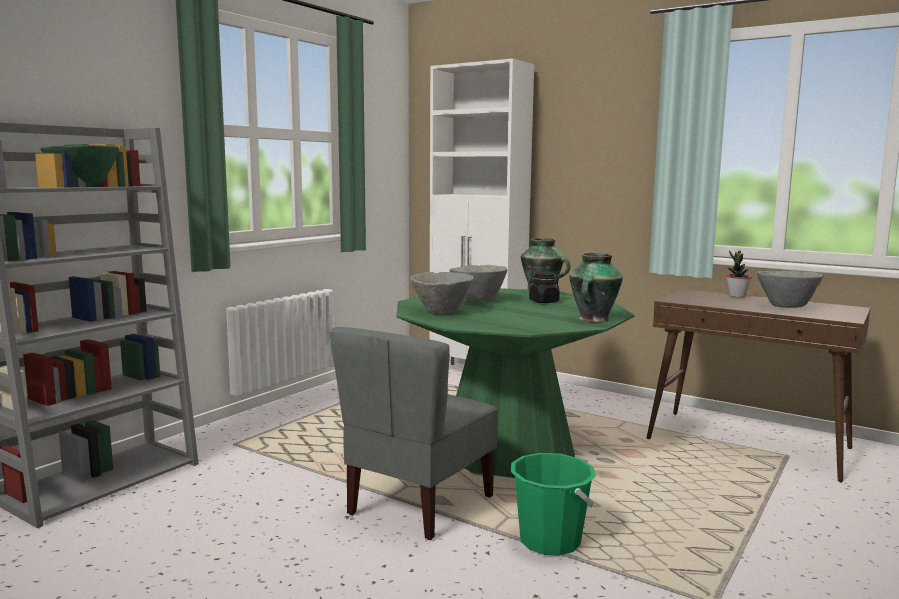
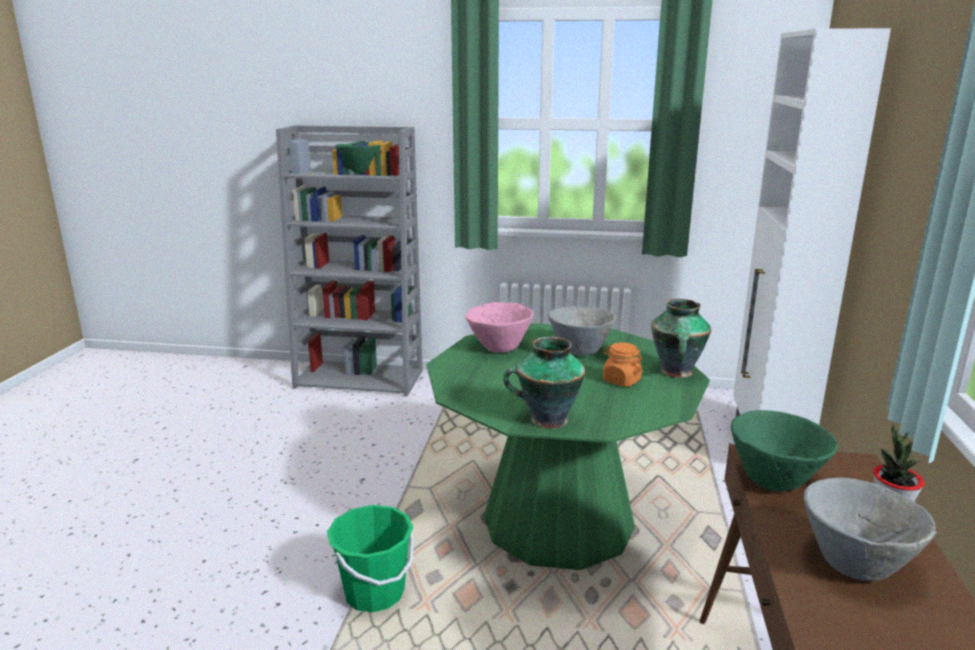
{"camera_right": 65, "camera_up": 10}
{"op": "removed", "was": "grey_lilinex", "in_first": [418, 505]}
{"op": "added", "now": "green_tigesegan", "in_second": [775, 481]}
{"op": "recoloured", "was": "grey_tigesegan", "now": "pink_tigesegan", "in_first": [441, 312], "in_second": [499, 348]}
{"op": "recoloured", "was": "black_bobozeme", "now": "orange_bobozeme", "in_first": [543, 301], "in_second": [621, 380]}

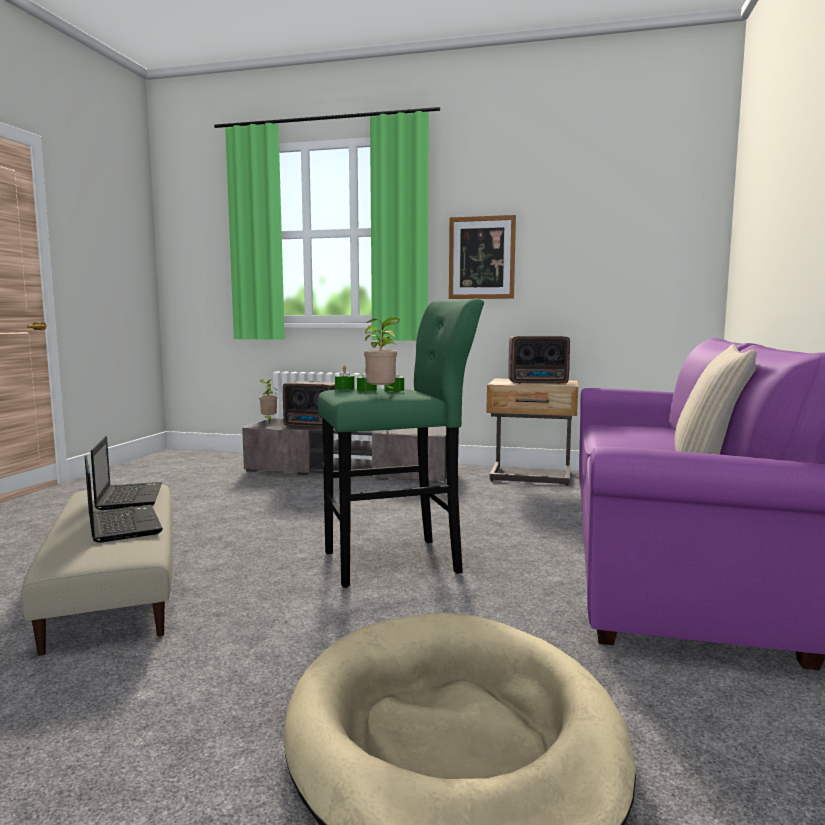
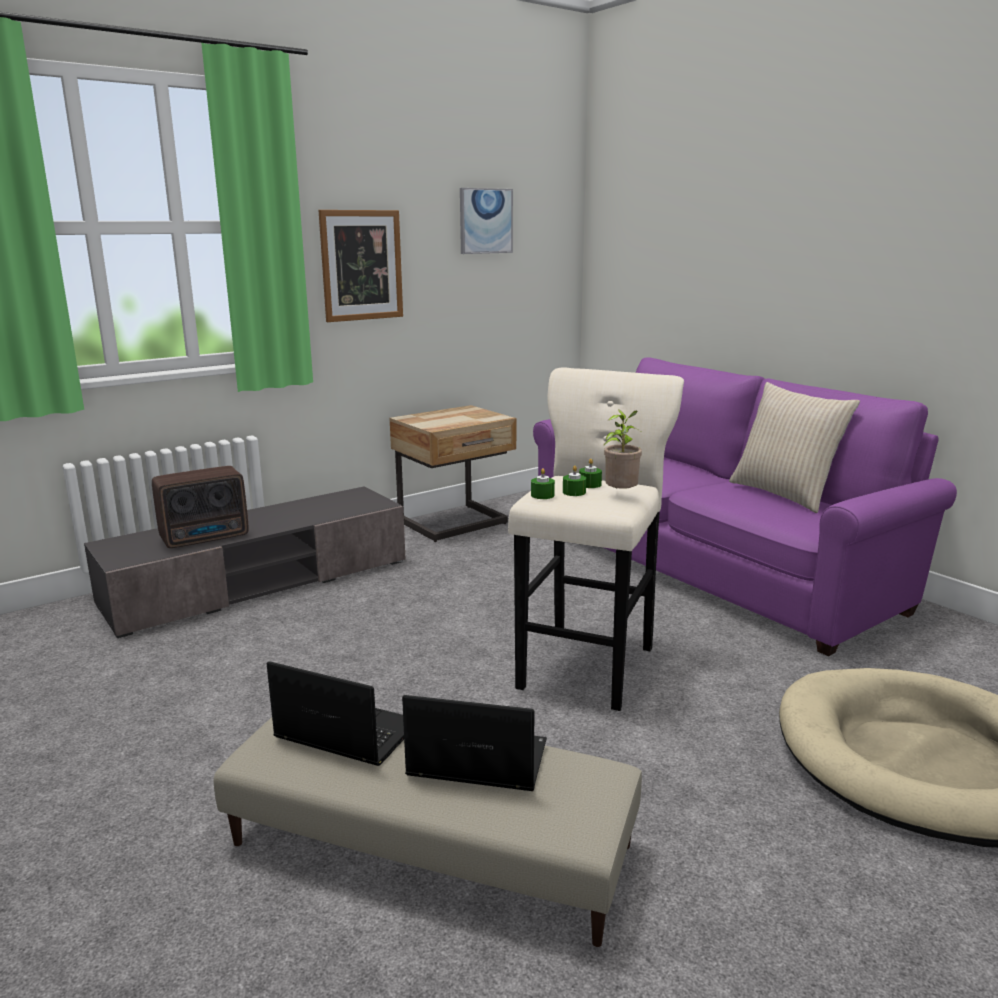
{"camera_right": -50, "camera_up": 10}
{"op": "removed", "was": "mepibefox", "in_first": [268, 420]}
{"op": "removed", "was": "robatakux", "in_first": [539, 383]}
{"op": "added", "now": "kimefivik", "in_second": [485, 221]}
{"op": "recoloured", "was": "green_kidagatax", "now": "beige_kidagatax", "in_first": [399, 561], "in_second": [589, 664]}

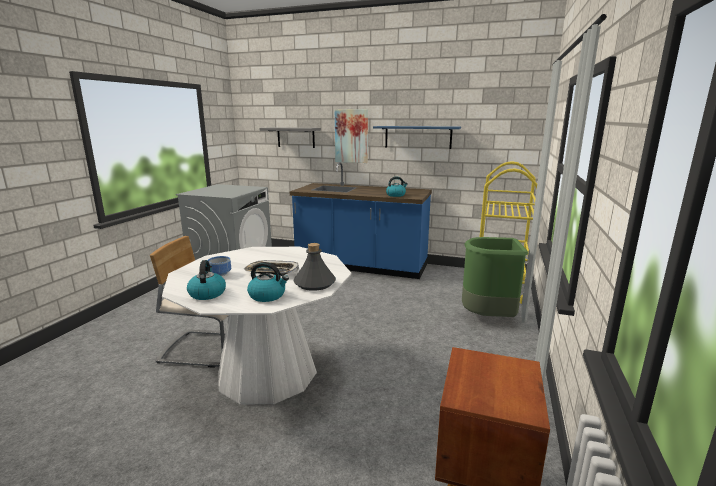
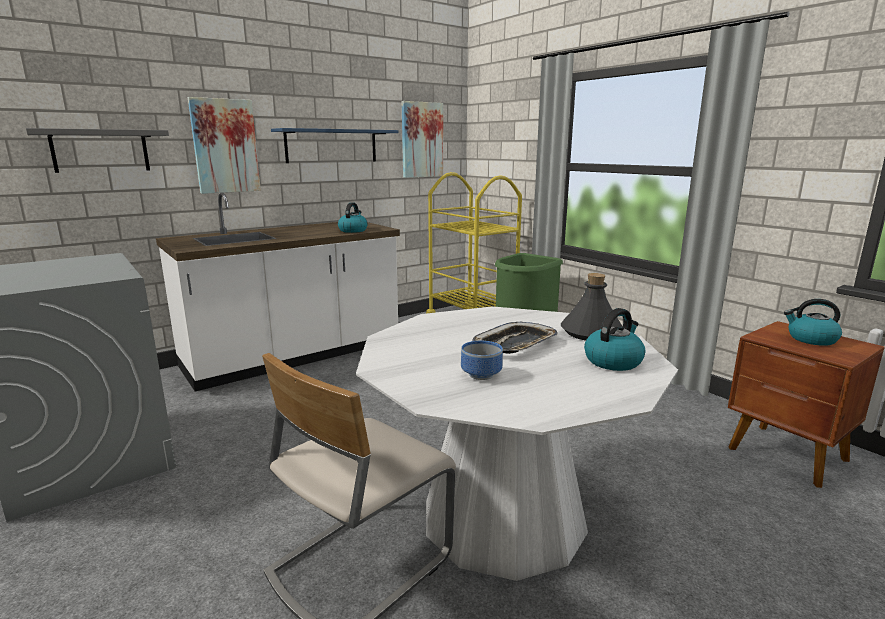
{"camera_right": -55, "camera_up": 0}
{"op": "added", "now": "kimefivik", "in_second": [422, 140]}
{"op": "moved", "was": "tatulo", "in_first": [207, 293], "in_second": [811, 339]}
{"op": "recoloured", "was": "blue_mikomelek", "now": "white_mikomelek", "in_first": [361, 266], "in_second": [294, 356]}

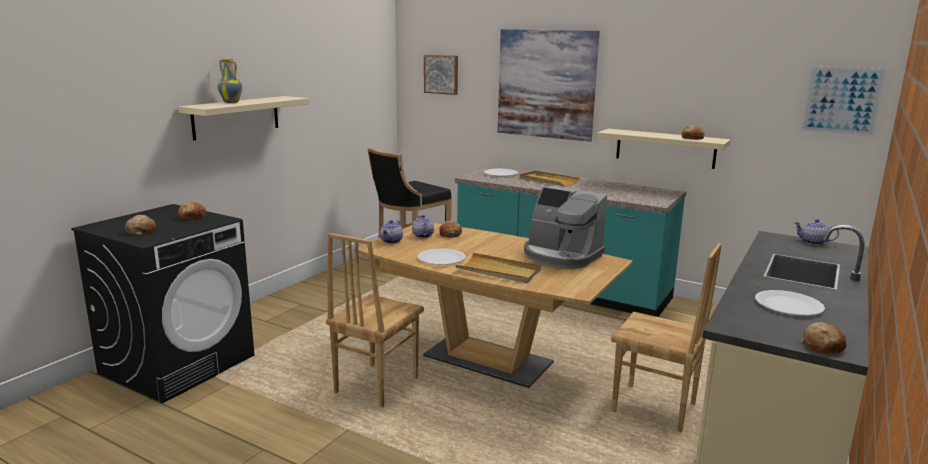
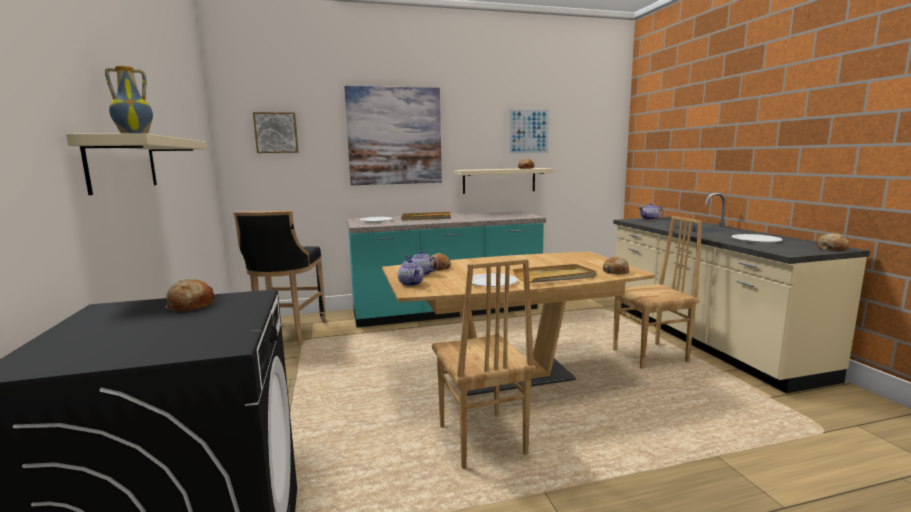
{"camera_right": -45, "camera_up": -5}
{"op": "removed", "was": "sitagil", "in_first": [561, 256]}
{"op": "moved", "was": "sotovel", "in_first": [141, 231], "in_second": [616, 271]}
{"op": "moved", "was": "kimefivik", "in_first": [842, 101], "in_second": [528, 131]}

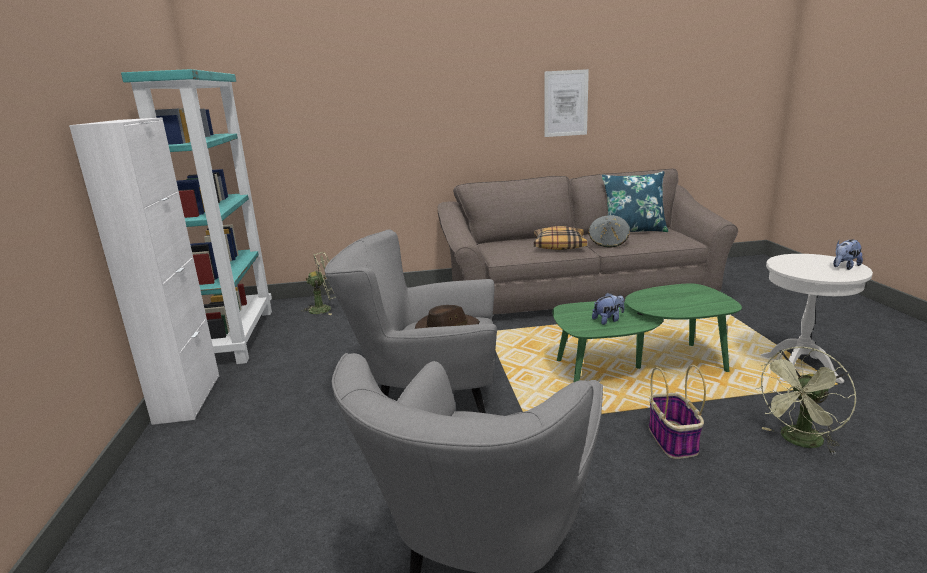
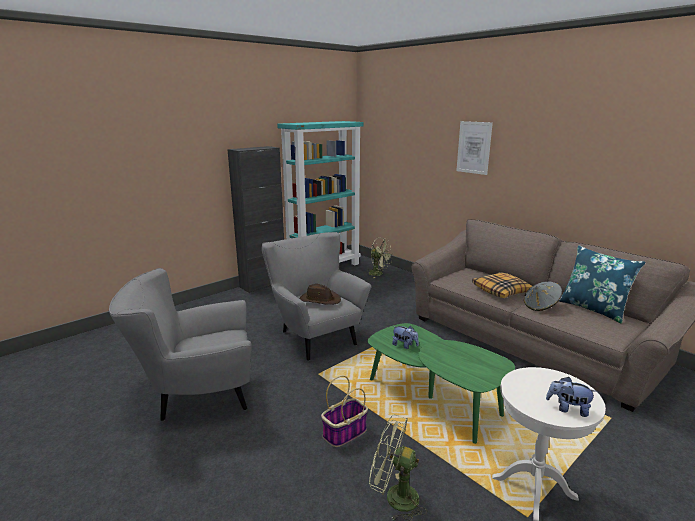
{"camera_right": 55, "camera_up": 0}
{"op": "moved", "was": "kimefivik", "in_first": [565, 103], "in_second": [474, 147]}
{"op": "recoloured", "was": "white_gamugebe", "now": "black_gamugebe", "in_first": [188, 398], "in_second": [263, 284]}

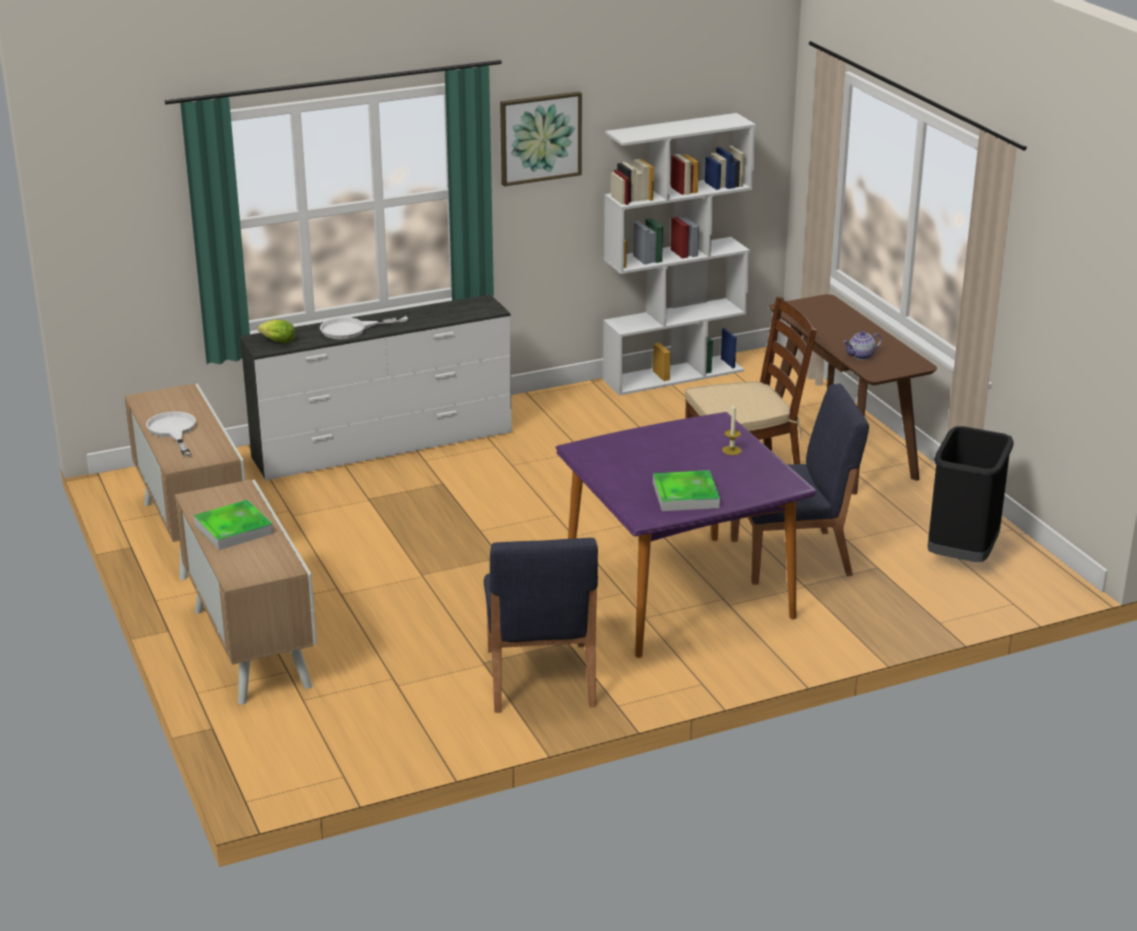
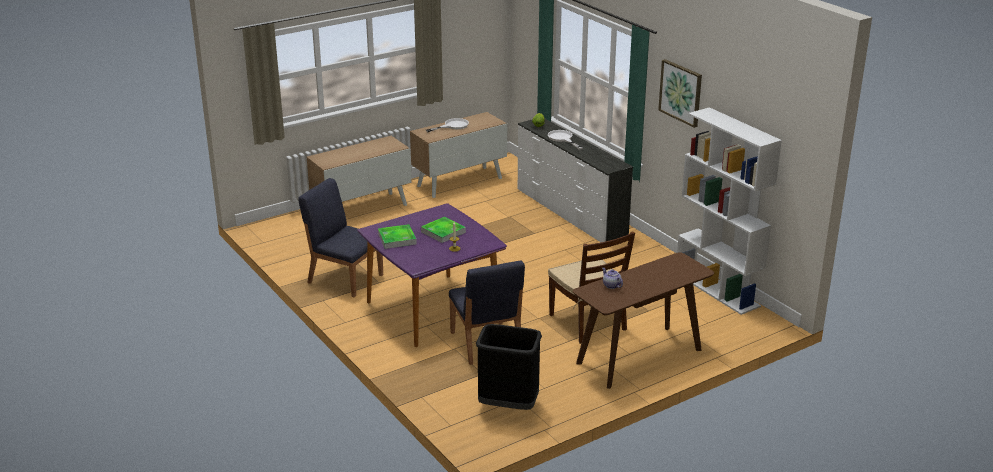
{"camera_right": 80, "camera_up": 0}
{"op": "moved", "was": "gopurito", "in_first": [233, 529], "in_second": [443, 232]}
{"op": "turned", "was": "blue_lilinex", "in_first": [539, 678], "in_second": [345, 278], "clockwise": 45}

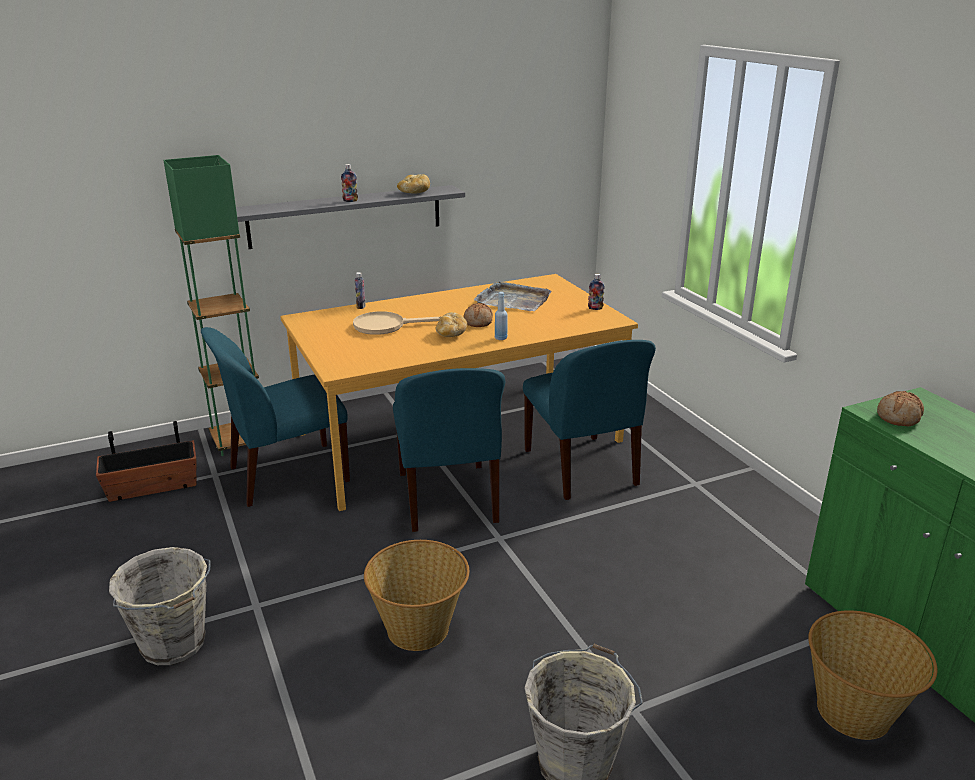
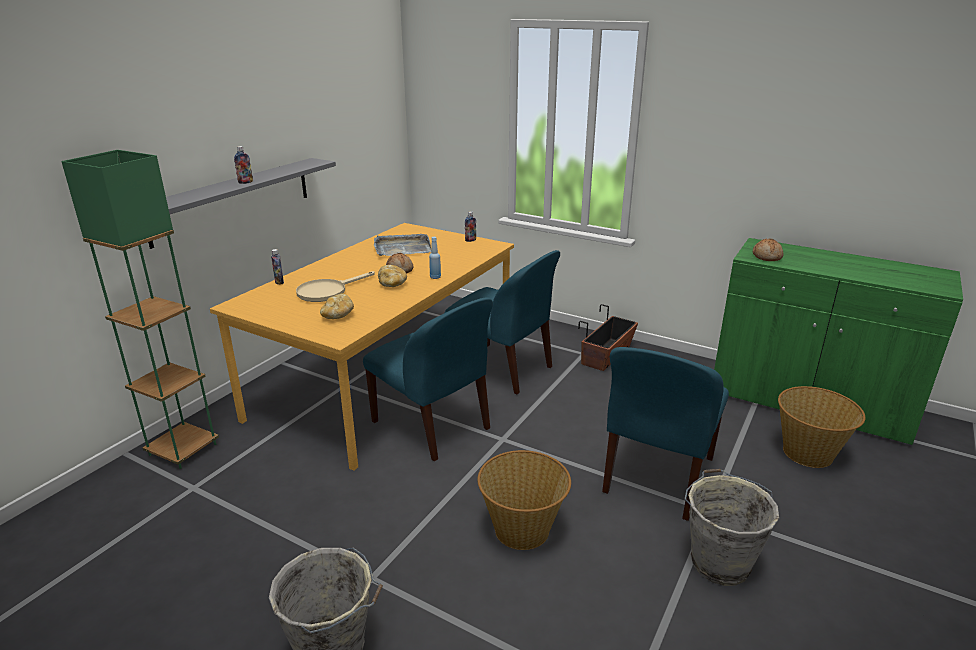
{"camera_right": -35, "camera_up": 0}
{"op": "moved", "was": "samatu", "in_first": [153, 486], "in_second": [607, 355]}
{"op": "moved", "was": "blue_lilinex", "in_first": [286, 475], "in_second": [657, 477]}
{"op": "moved", "was": "sotovel", "in_first": [414, 193], "in_second": [338, 316]}

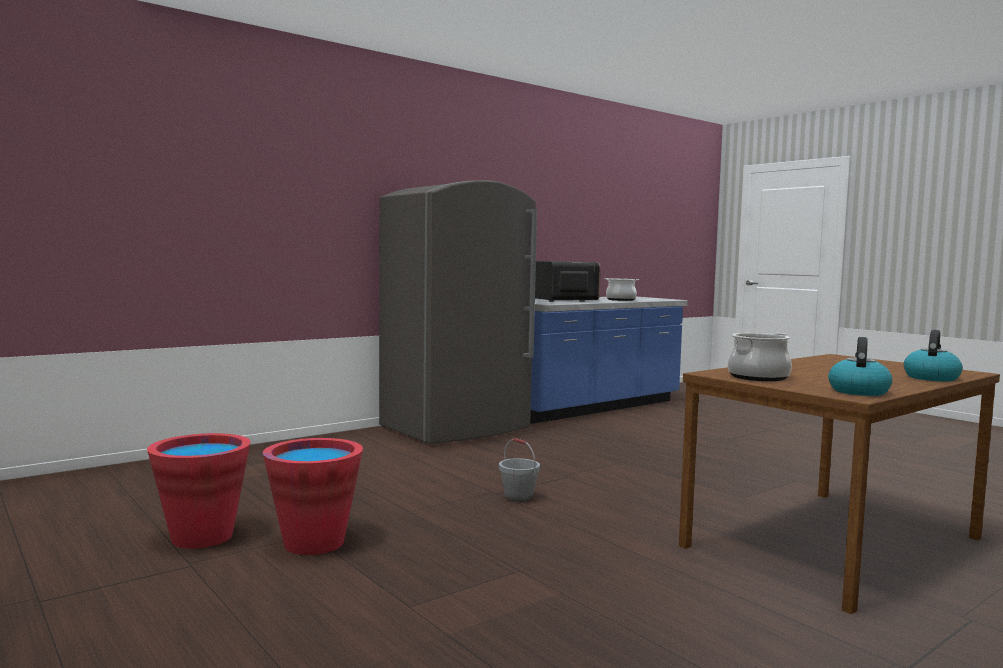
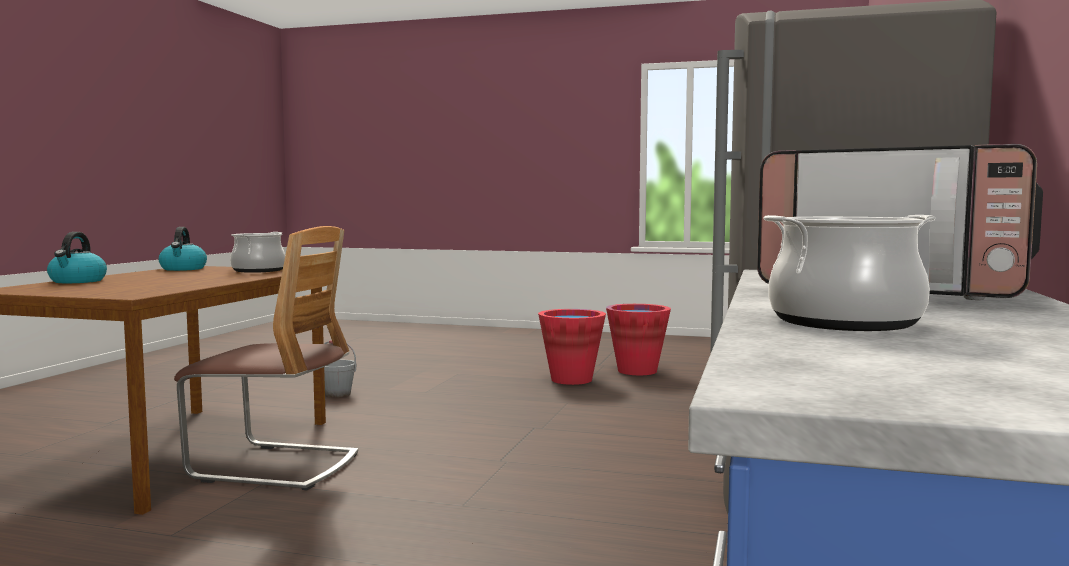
{"camera_right": 145, "camera_up": 0}
{"op": "added", "now": "lilinex", "in_second": [275, 466]}
{"op": "moved", "was": "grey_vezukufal", "in_first": [519, 497], "in_second": [337, 394]}

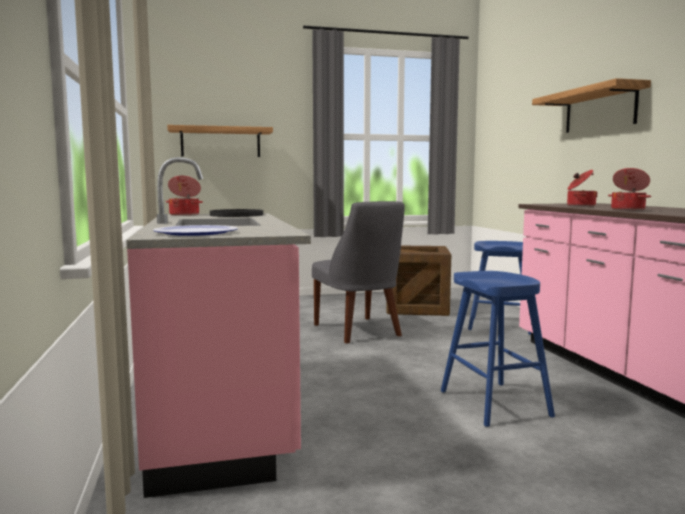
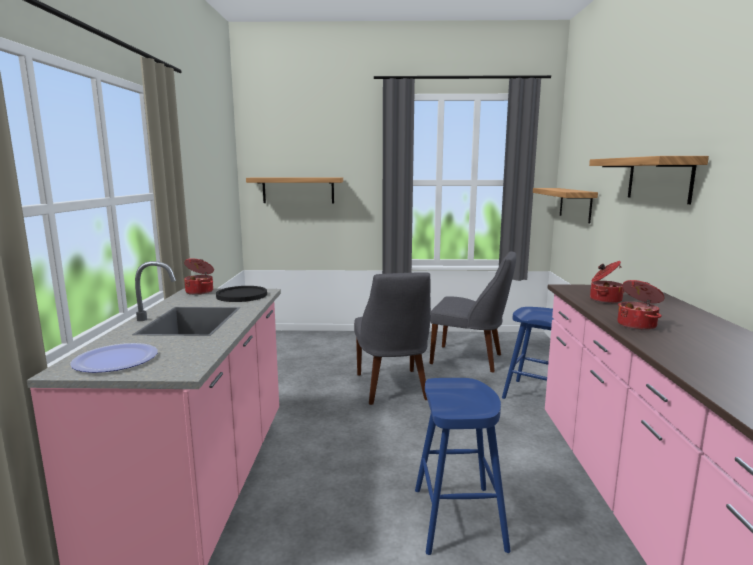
{"camera_right": 15, "camera_up": 5}
{"op": "added", "now": "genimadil", "in_second": [575, 204]}
{"op": "replaced", "was": "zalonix", "now": "grey_lilinex", "in_first": [417, 308], "in_second": [470, 359]}

